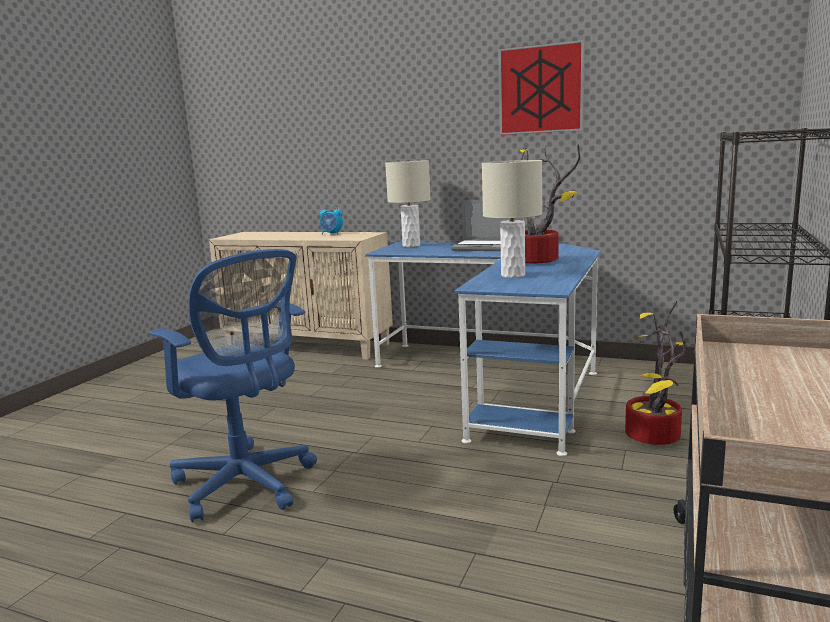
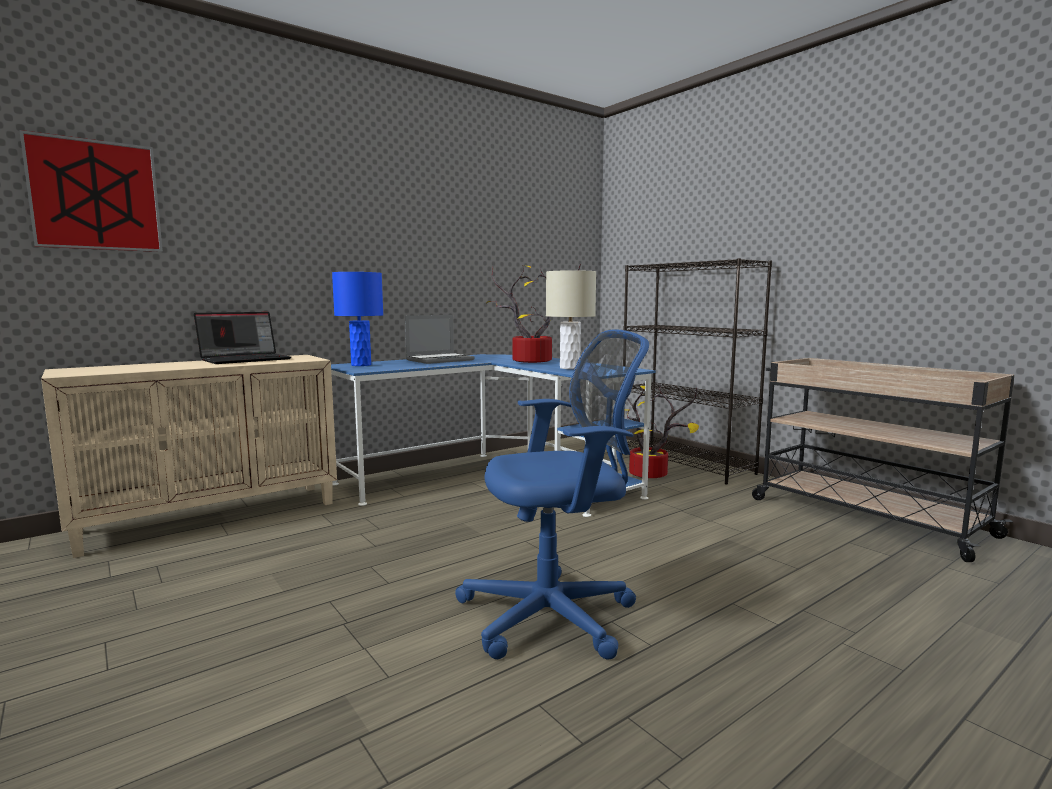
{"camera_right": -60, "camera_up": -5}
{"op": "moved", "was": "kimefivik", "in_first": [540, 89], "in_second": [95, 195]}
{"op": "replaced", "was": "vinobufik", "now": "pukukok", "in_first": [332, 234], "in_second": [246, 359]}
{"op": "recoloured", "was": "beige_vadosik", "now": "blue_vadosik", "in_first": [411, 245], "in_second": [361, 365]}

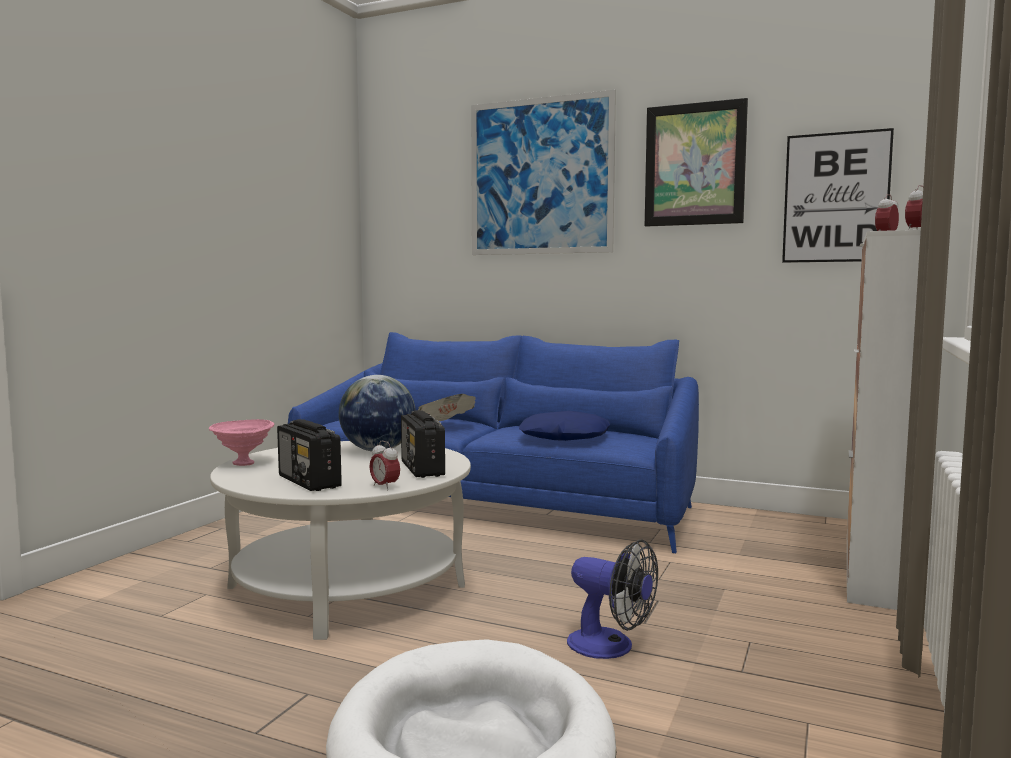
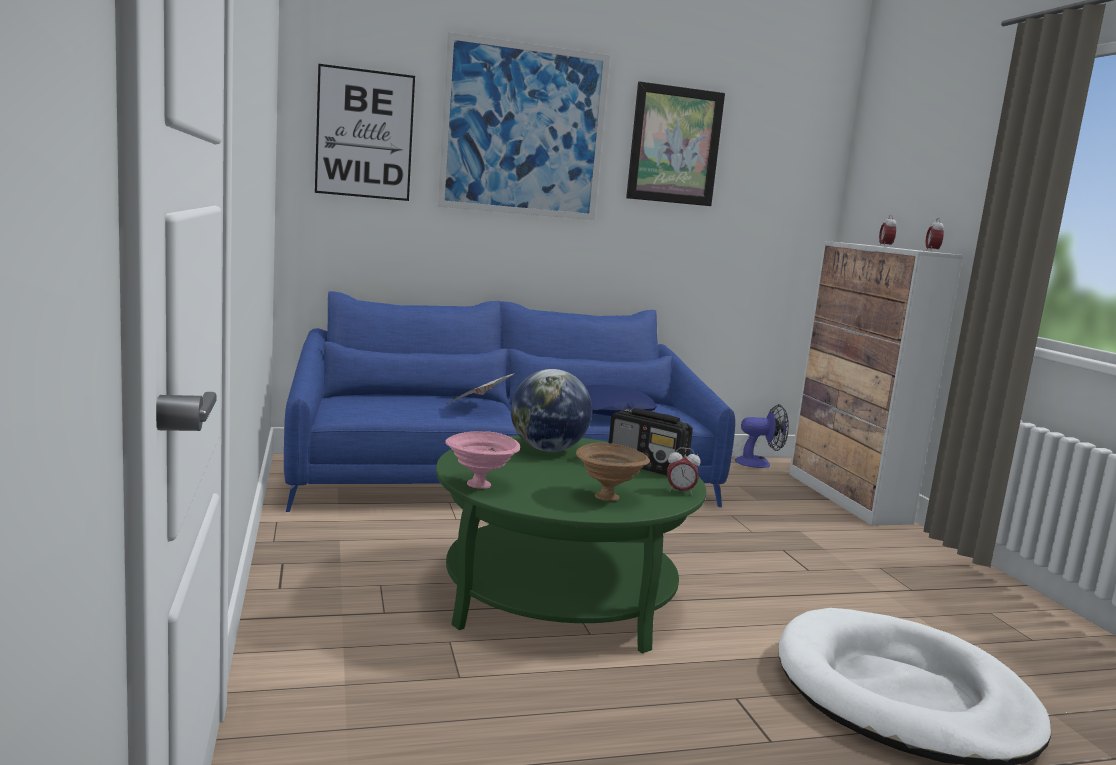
{"camera_right": -40, "camera_up": 5}
{"op": "moved", "was": "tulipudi", "in_first": [611, 647], "in_second": [759, 463]}
{"op": "moved", "was": "kimefivik", "in_first": [836, 197], "in_second": [364, 134]}
{"op": "replaced", "was": "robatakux", "now": "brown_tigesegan", "in_first": [309, 482], "in_second": [608, 497]}
{"op": "recoloured", "was": "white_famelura", "now": "green_famelura", "in_first": [348, 586], "in_second": [559, 596]}

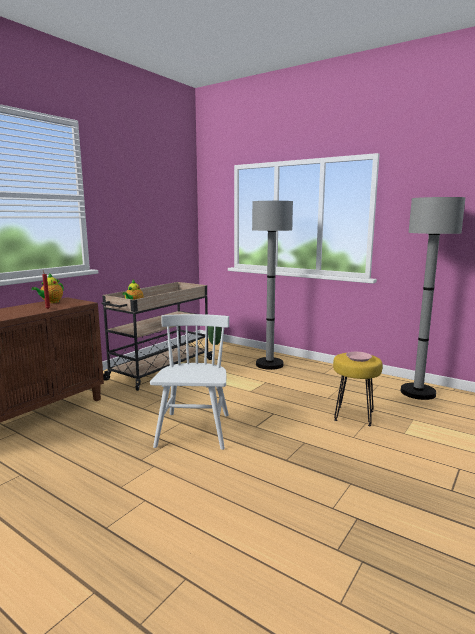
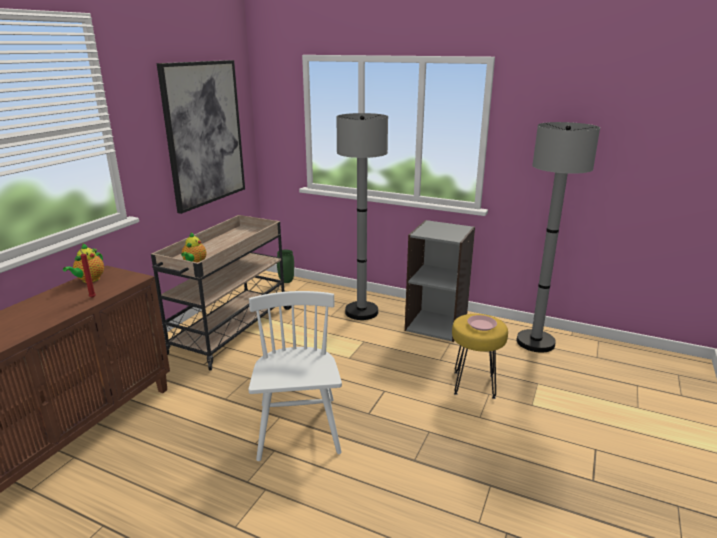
{"camera_right": -10, "camera_up": 10}
{"op": "added", "now": "kimefivik", "in_second": [204, 134]}
{"op": "added", "now": "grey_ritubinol", "in_second": [436, 324]}

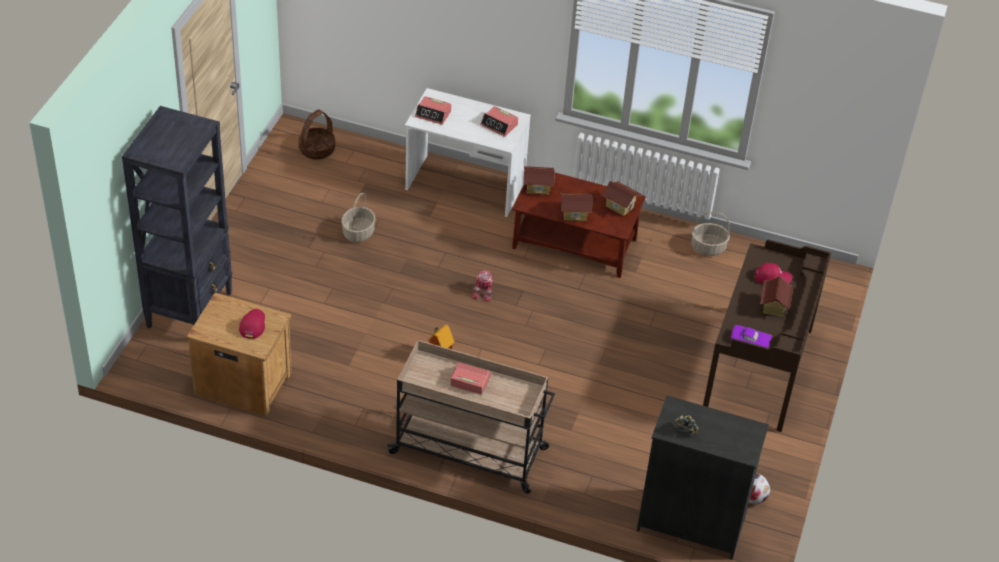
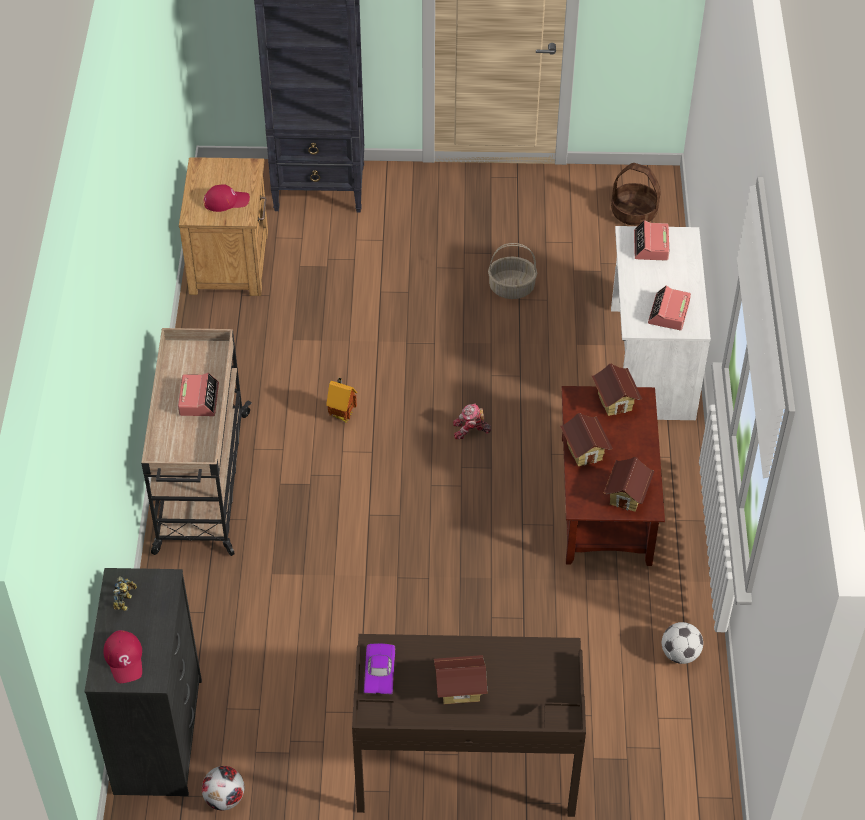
{"camera_right": 75, "camera_up": 5}
{"op": "moved", "was": "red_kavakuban", "in_first": [772, 277], "in_second": [125, 659]}
{"op": "replaced", "was": "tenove", "now": "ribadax", "in_first": [708, 247], "in_second": [680, 654]}

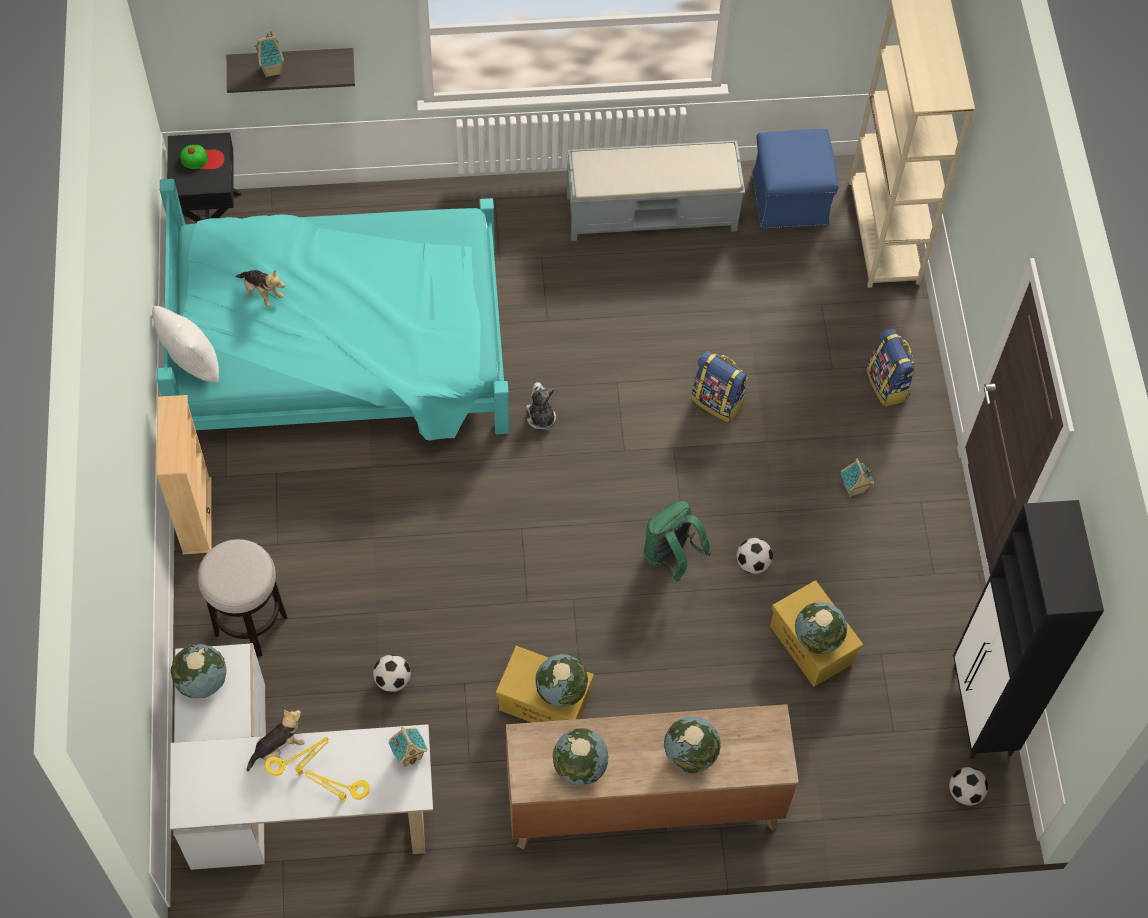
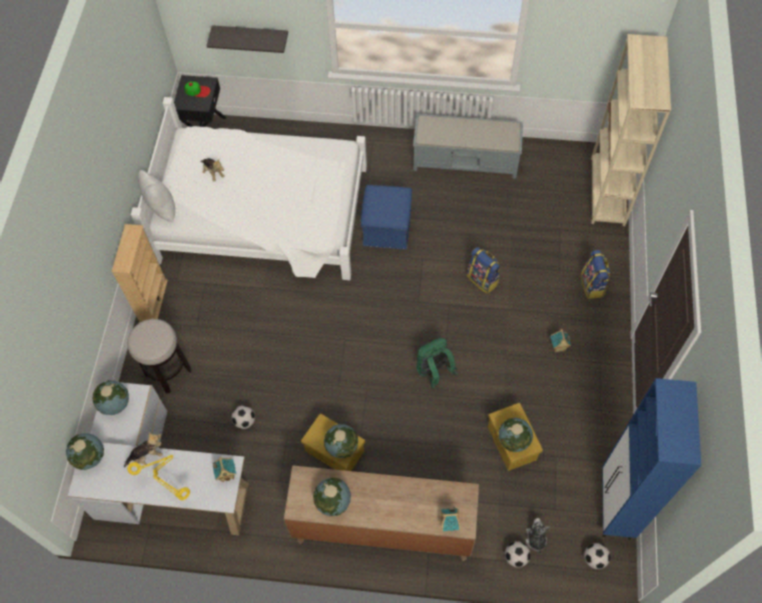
{"camera_right": 15, "camera_up": 0}
{"op": "moved", "was": "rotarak", "in_first": [272, 70], "in_second": [449, 524]}
{"op": "moved", "was": "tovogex", "in_first": [540, 417], "in_second": [535, 539]}
{"op": "moved", "was": "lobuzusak", "in_first": [690, 754], "in_second": [90, 457]}
{"op": "moved", "was": "ribadax", "in_first": [752, 563], "in_second": [516, 557]}
{"op": "moved", "was": "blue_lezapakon", "in_first": [789, 198], "in_second": [387, 229]}
{"op": "recoloured", "was": "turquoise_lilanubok", "now": "white_lilanubok", "in_first": [344, 347], "in_second": [264, 214]}
{"op": "recoloured", "was": "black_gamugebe", "now": "blue_gamugebe", "in_first": [981, 712], "in_second": [615, 507]}

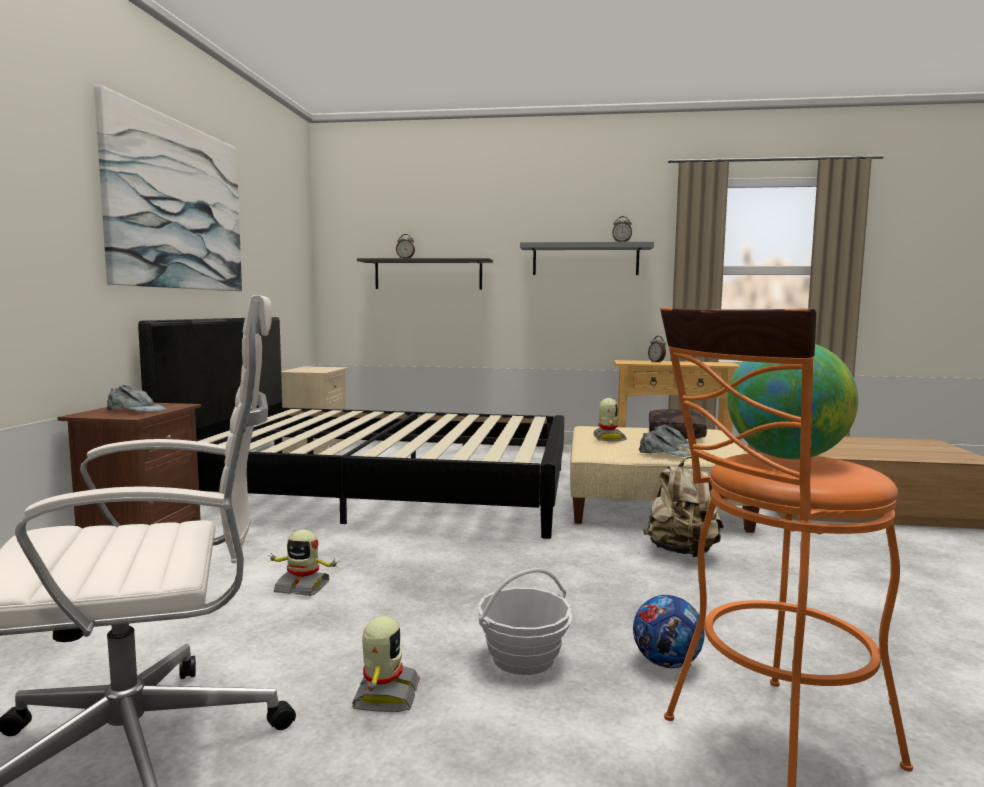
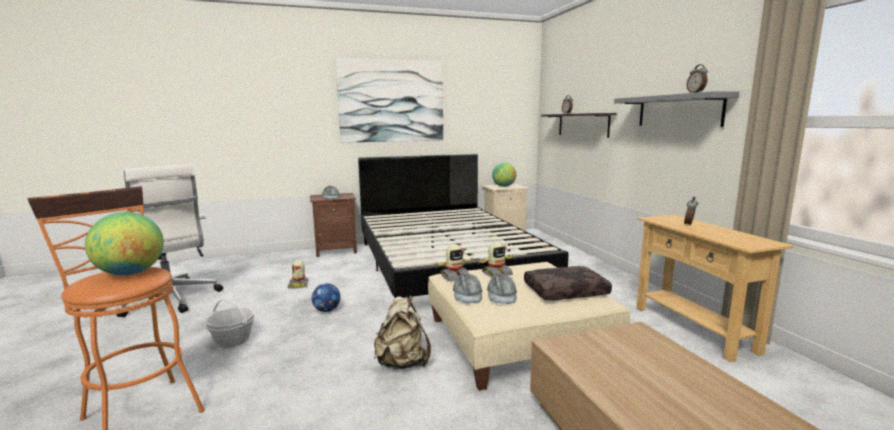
{"camera_right": 65, "camera_up": 5}
{"op": "added", "now": "lobuzusak", "in_second": [504, 186]}
{"op": "moved", "was": "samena", "in_first": [384, 695], "in_second": [454, 276]}
{"op": "moved", "was": "ribadax", "in_first": [666, 663], "in_second": [327, 310]}

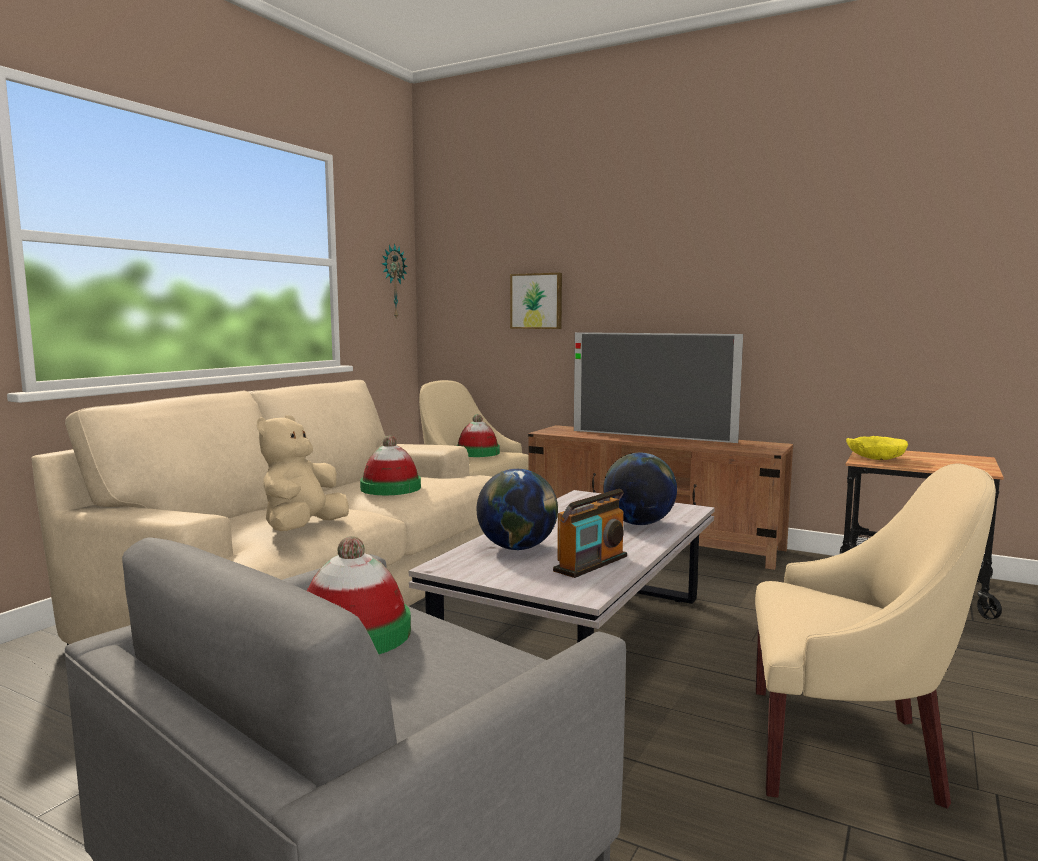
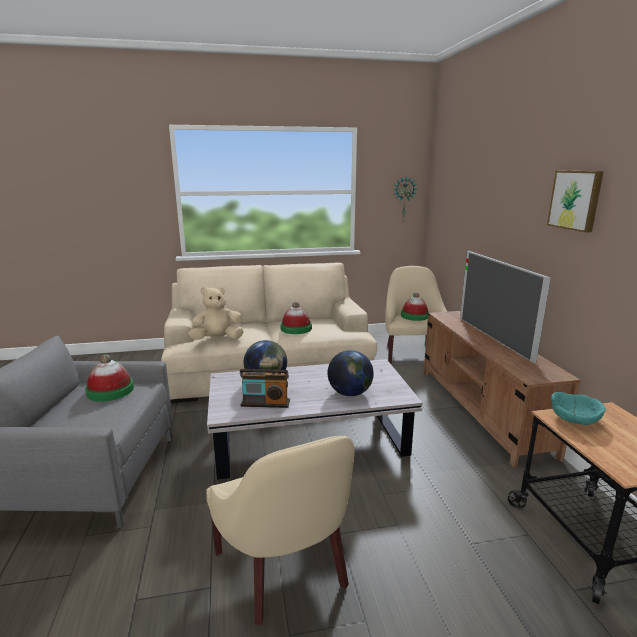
{"camera_right": 50, "camera_up": 10}
{"op": "moved", "was": "kimefivik", "in_first": [537, 301], "in_second": [576, 200]}
{"op": "recoloured", "was": "yellow_tigesegan", "now": "turquoise_tigesegan", "in_first": [875, 458], "in_second": [575, 418]}

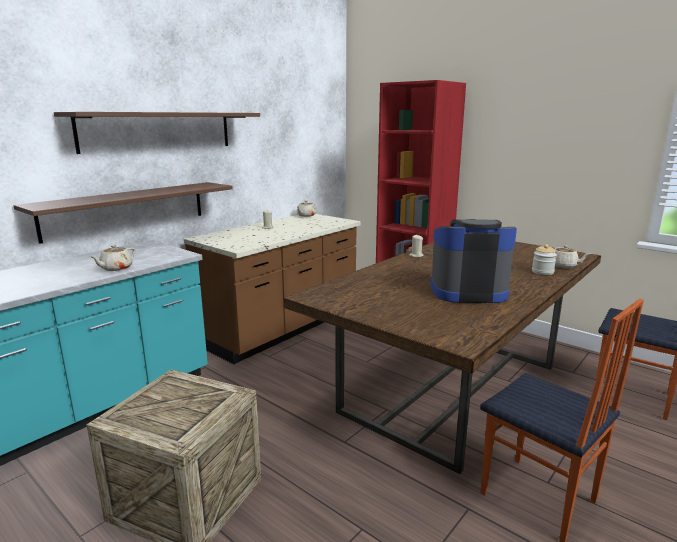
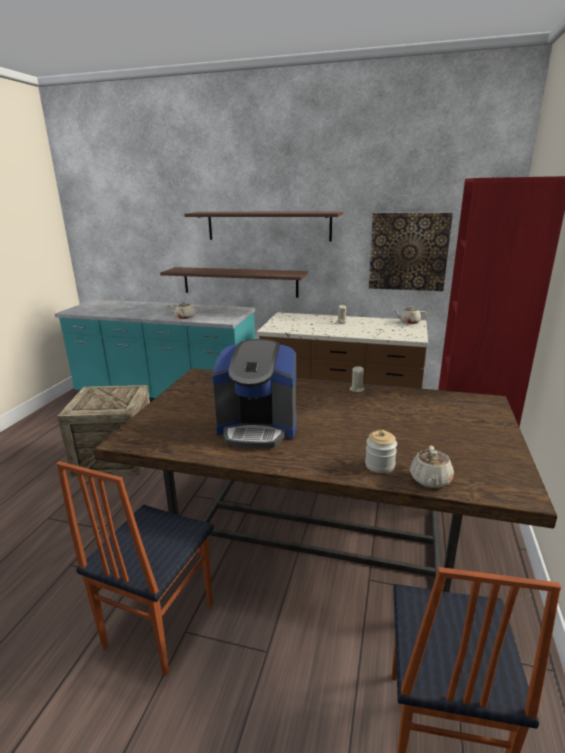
{"camera_right": 65, "camera_up": 5}
{"op": "added", "now": "kimefivik", "in_second": [408, 252]}
{"op": "turned", "was": "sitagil", "in_first": [468, 291], "in_second": [258, 428], "clockwise": 120}

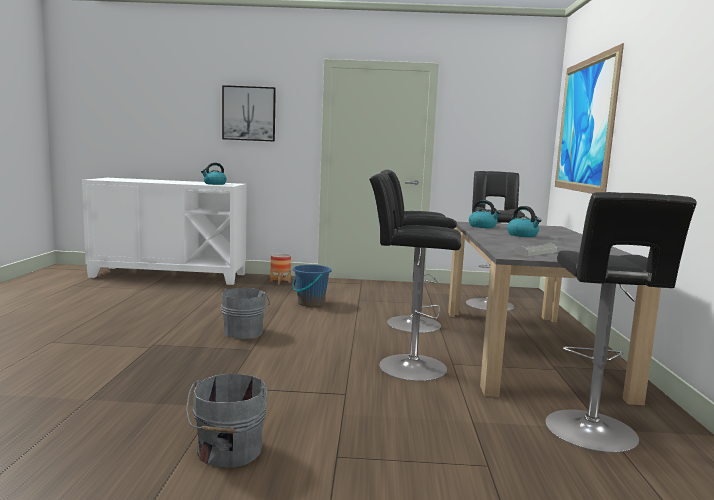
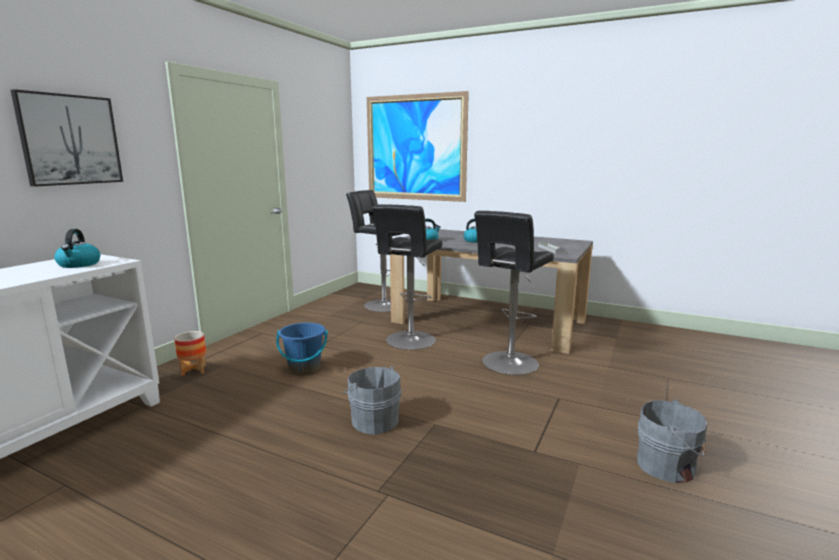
{"camera_right": -65, "camera_up": 5}
{"op": "removed", "was": "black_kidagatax", "in_first": [593, 433]}

